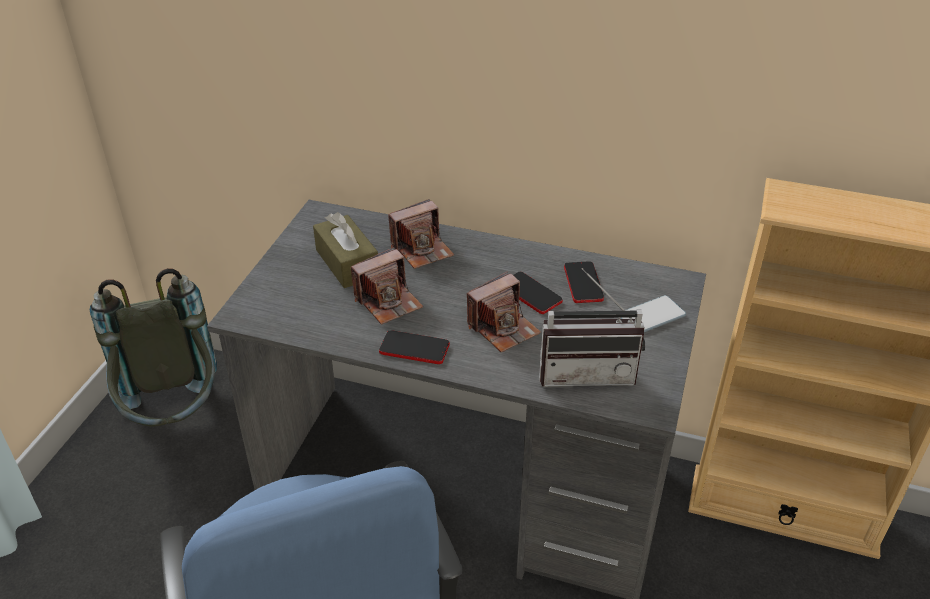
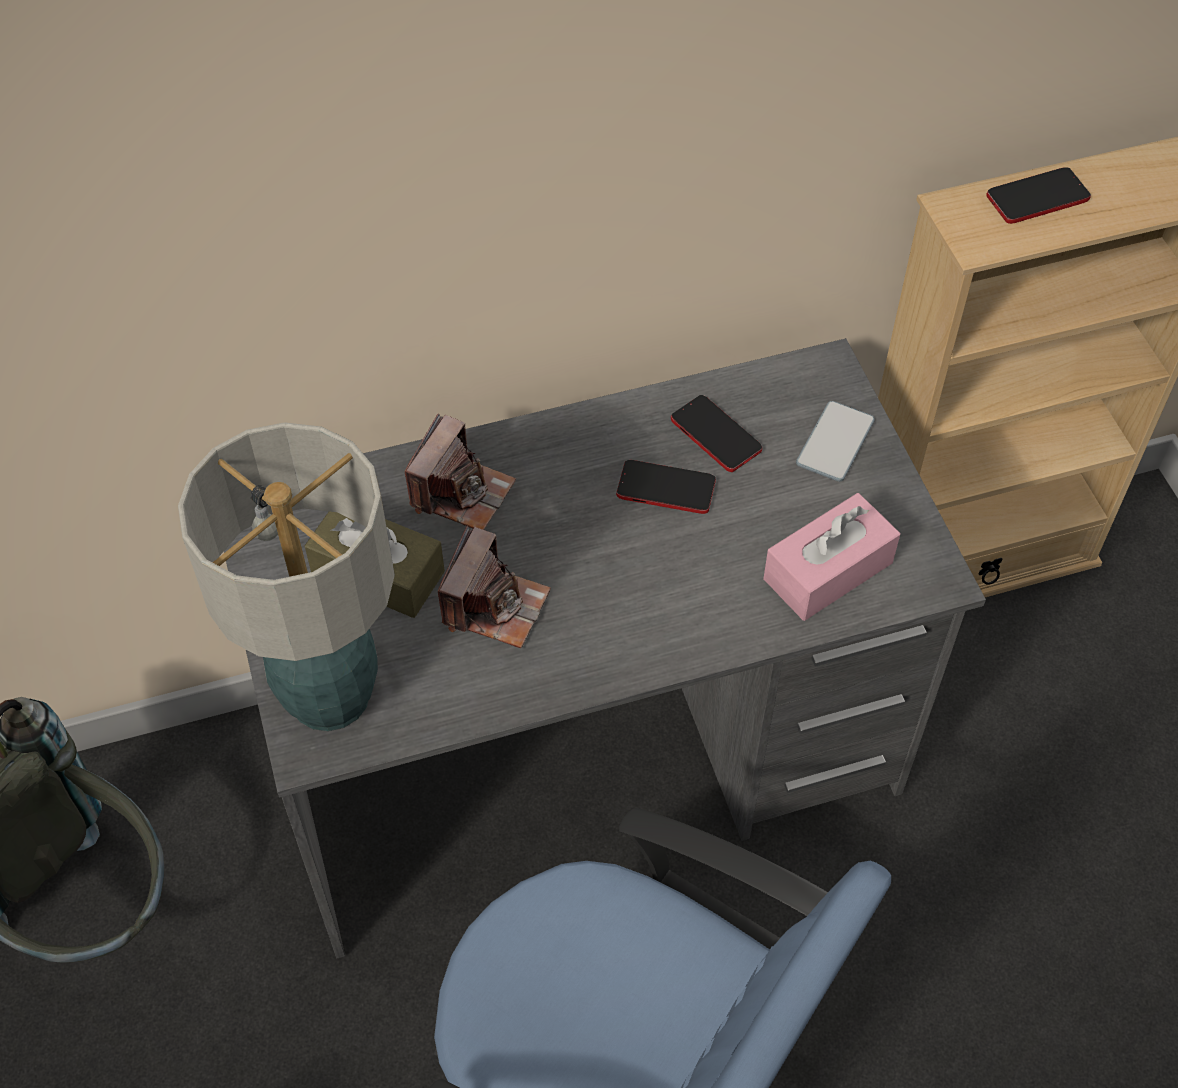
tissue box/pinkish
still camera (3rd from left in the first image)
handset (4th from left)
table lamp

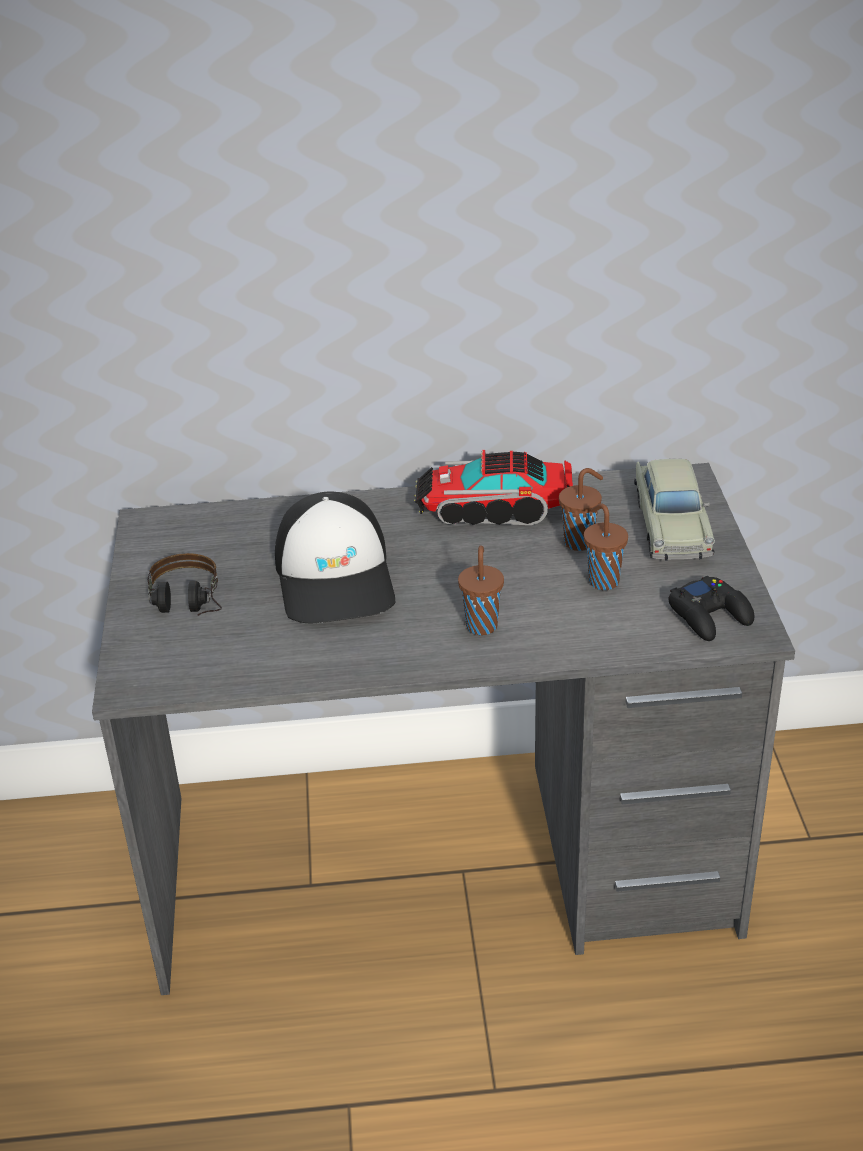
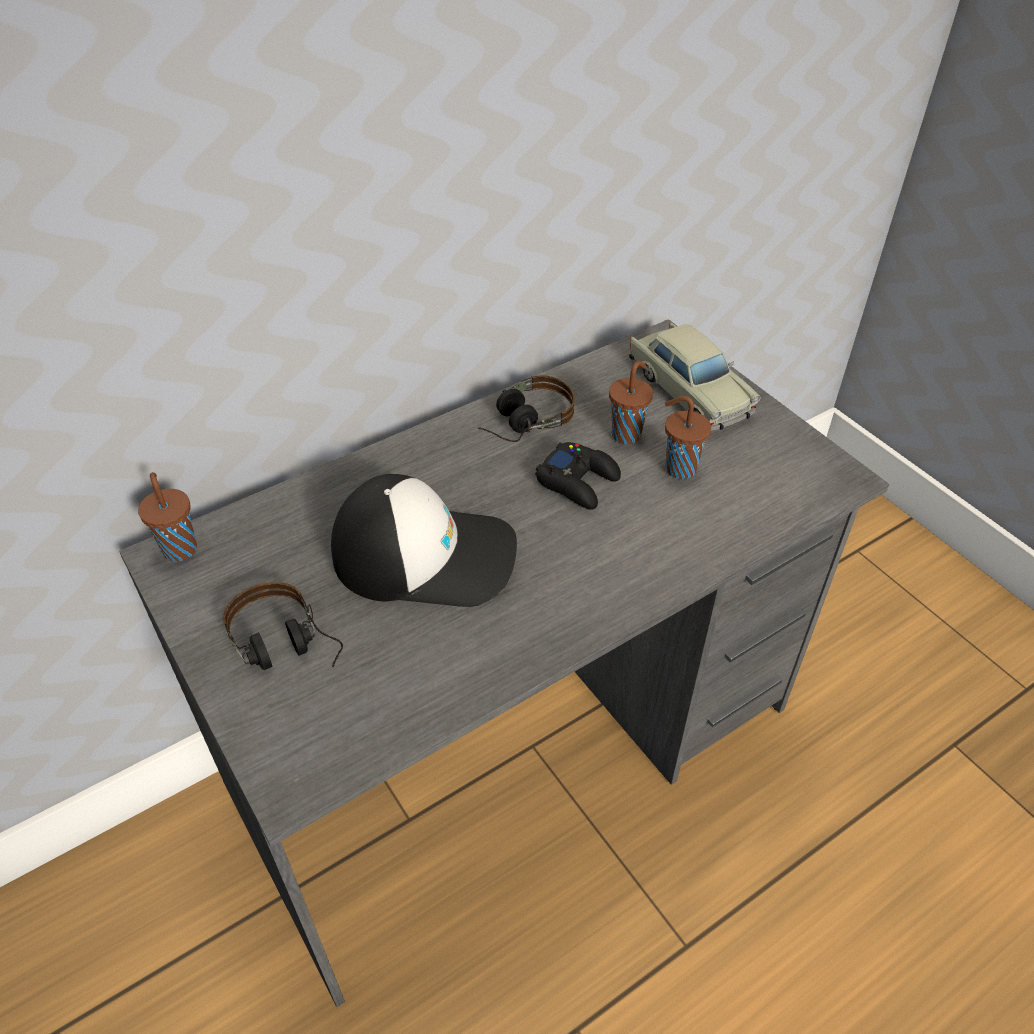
pair of headphones (2nd from left)
peaked cap
drinking cup/brown-coloured (1st from left)
gamepad/black

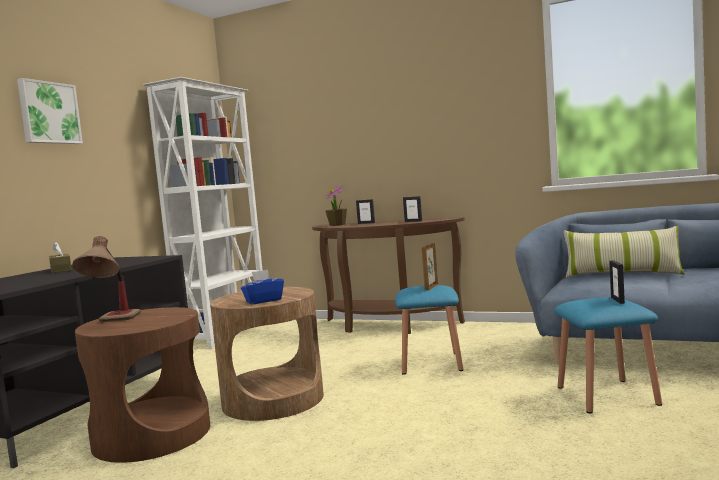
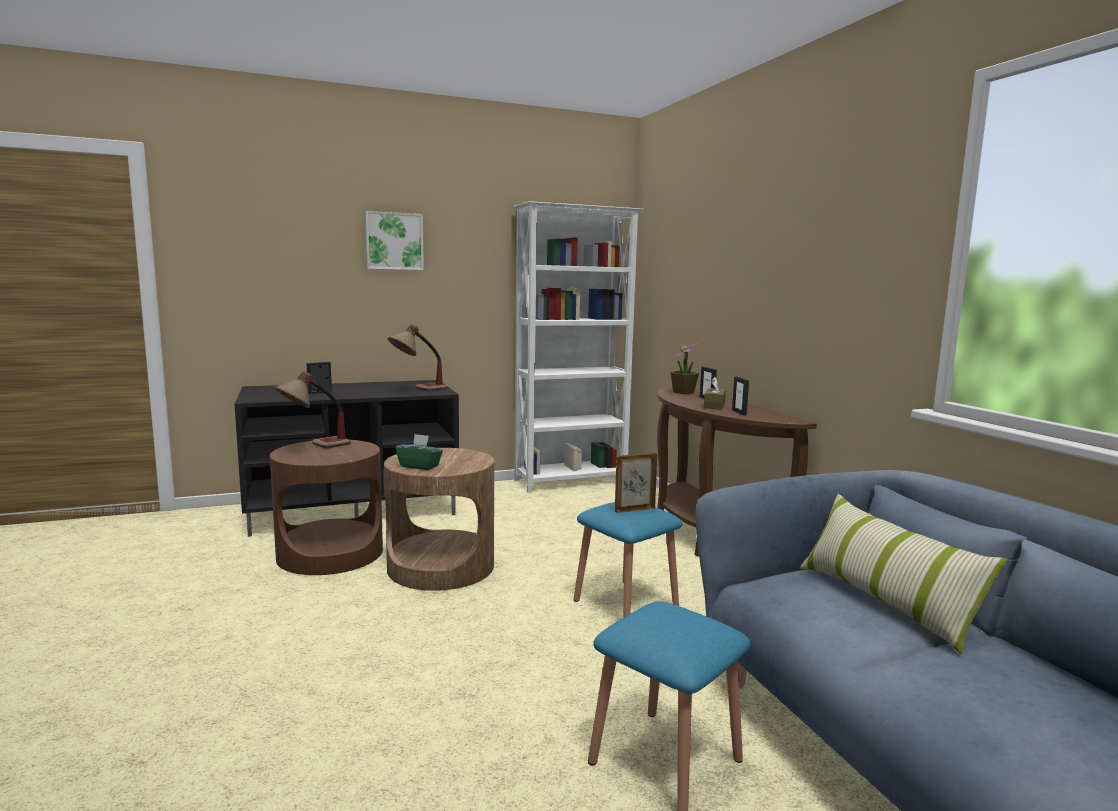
tissue box/brown-coloured
photo frame (1st from left)
tissue box/greenish
table lamp (2nd from left)

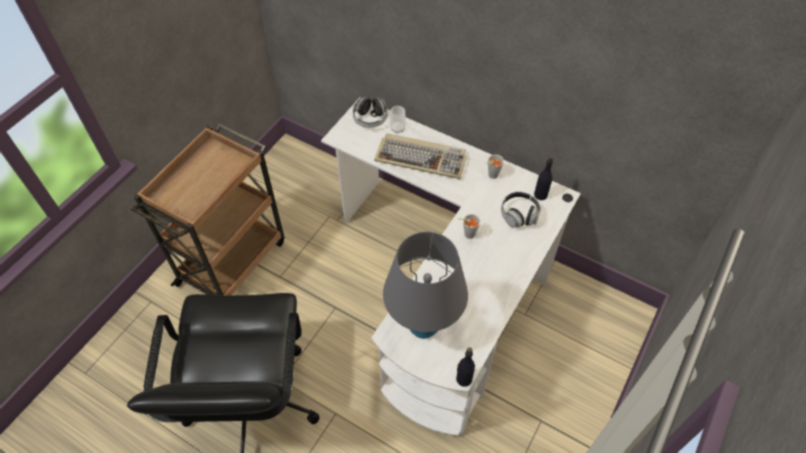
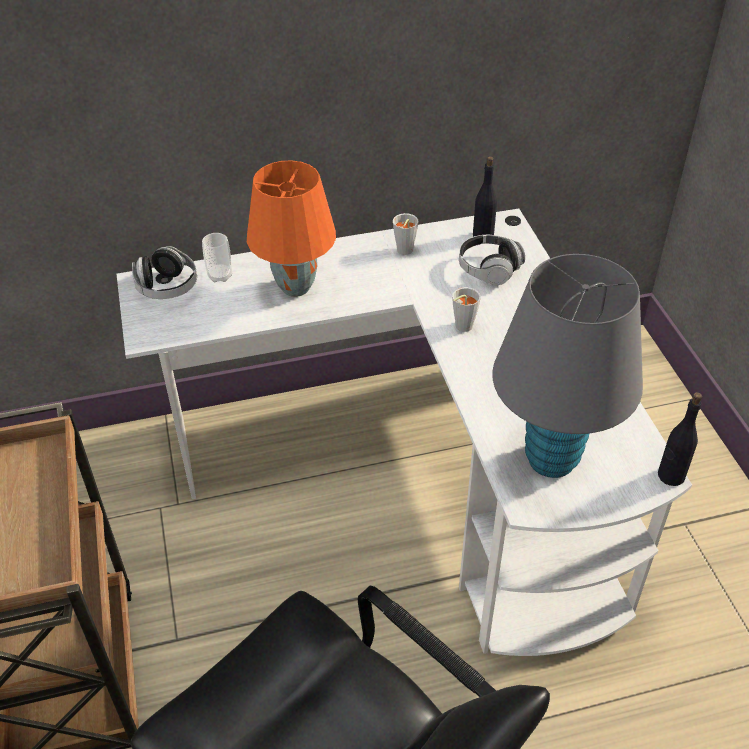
table lamp/orange

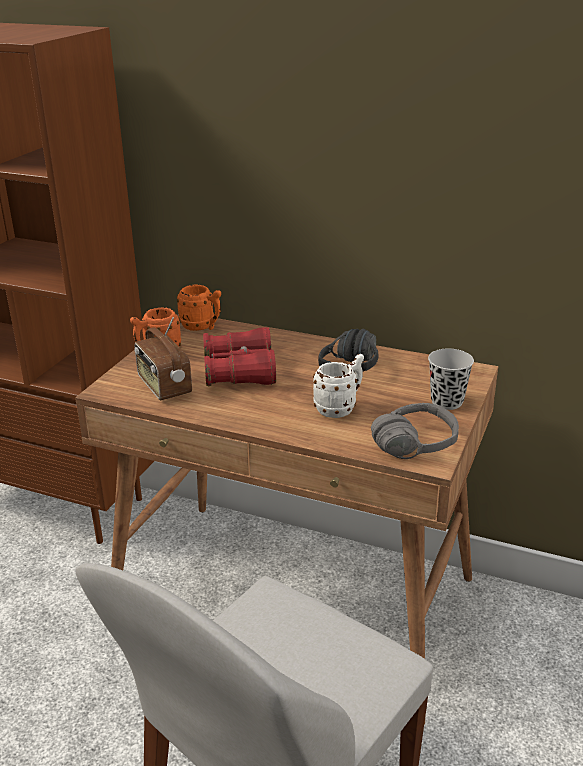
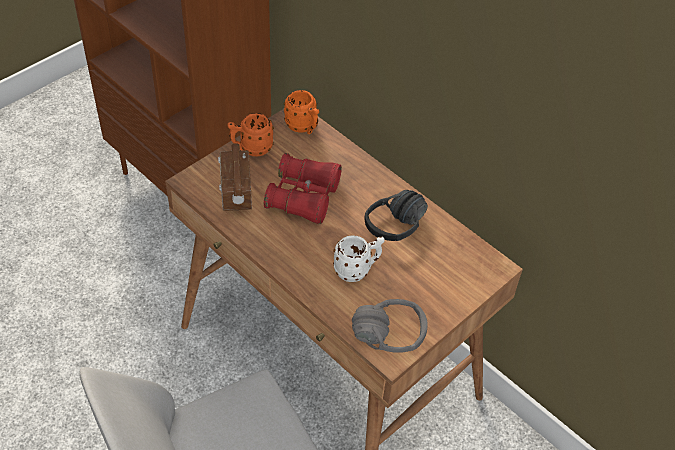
drinking cup/black

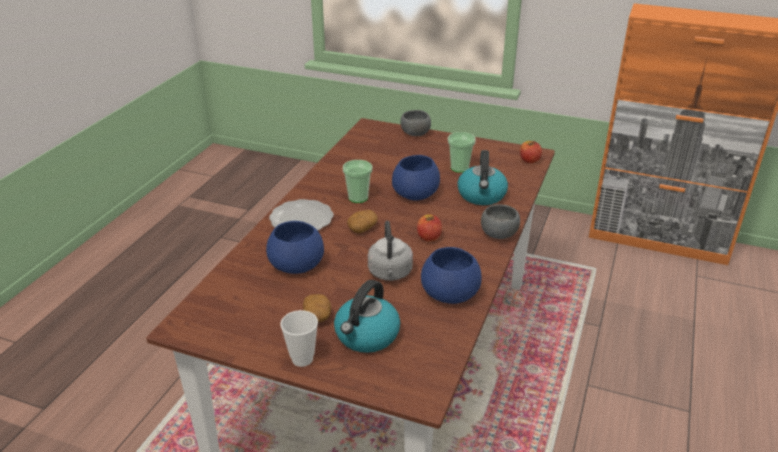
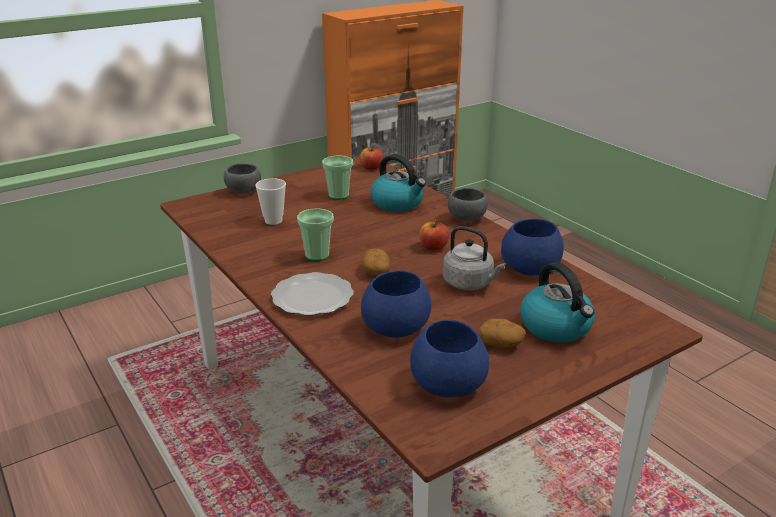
serving bowl/blue (2nd from left)
drinking cup (1st from left)

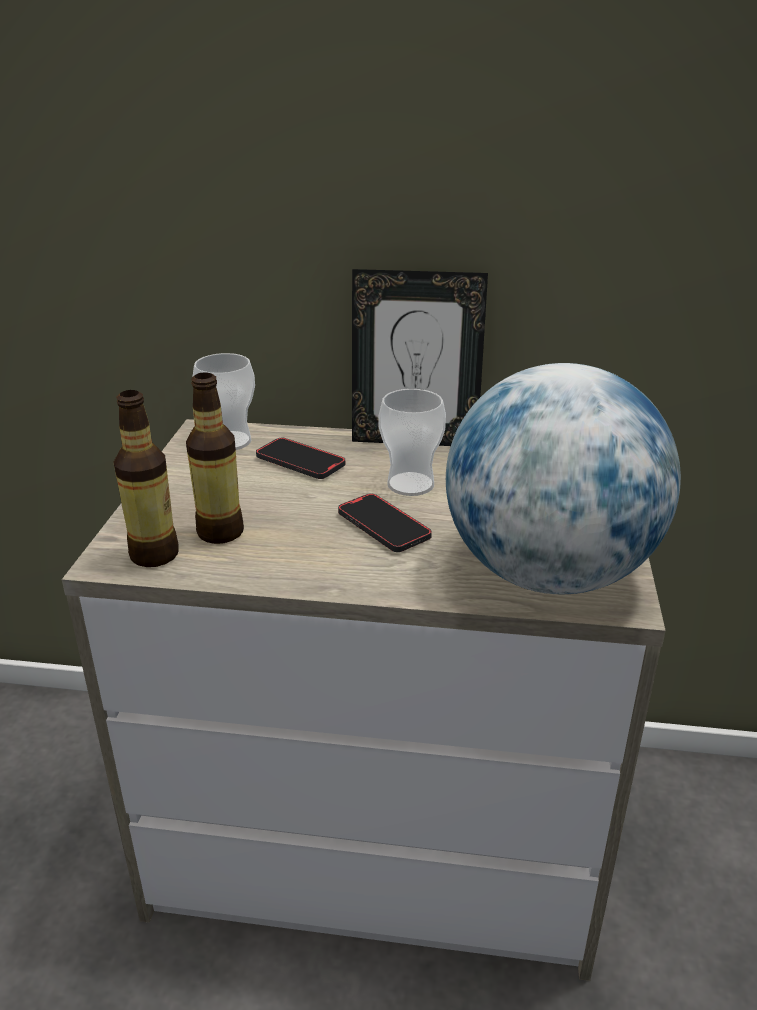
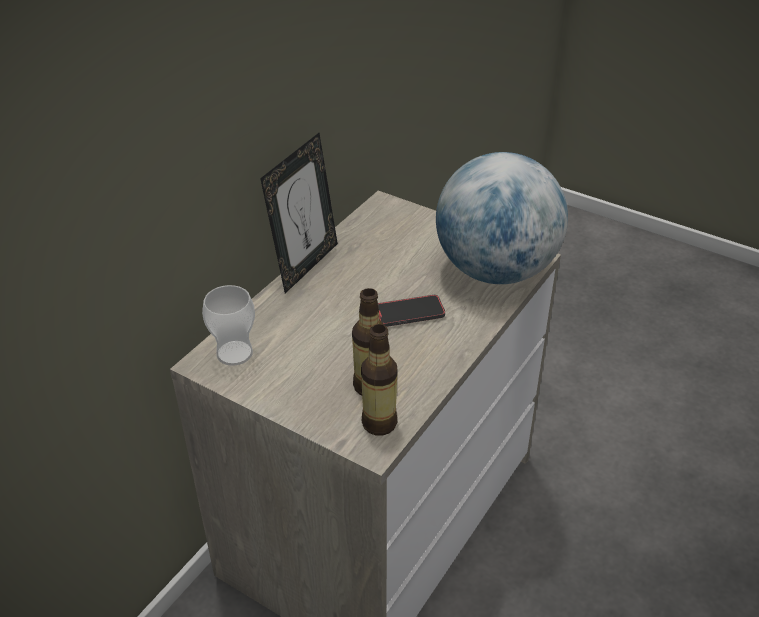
drinking cup (2nd from left in the first image)
handset (1st from left in the first image)

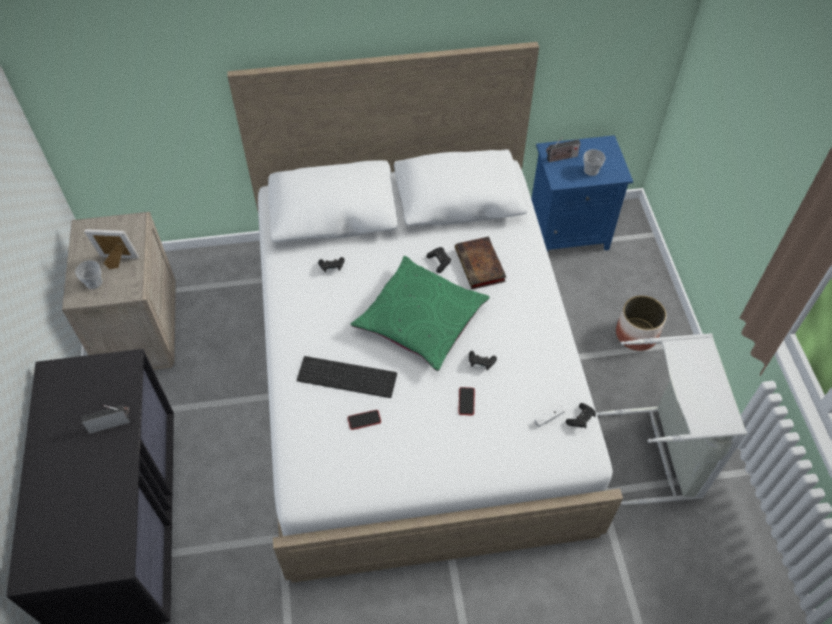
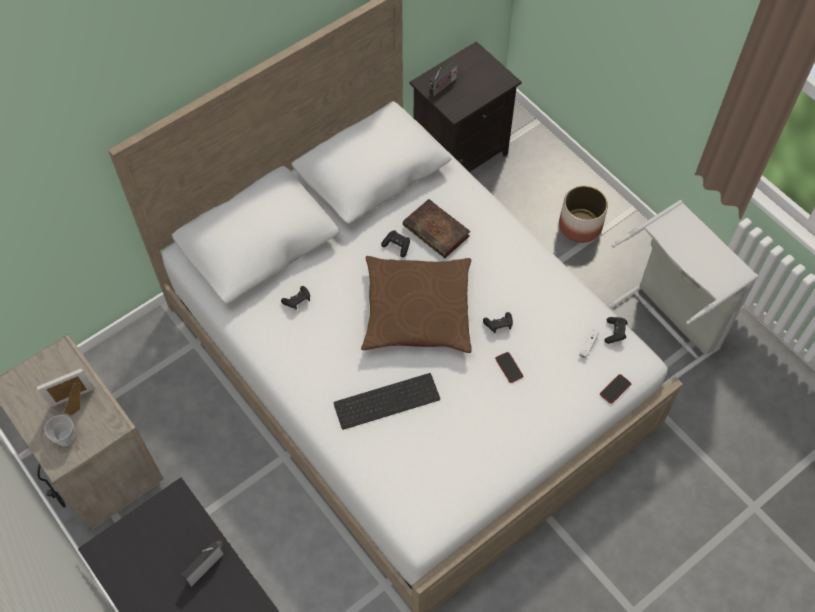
bedside table/black
drinking cup (2nd from left in the first image)
cushion/brown-coloured
handset (2nd from left)

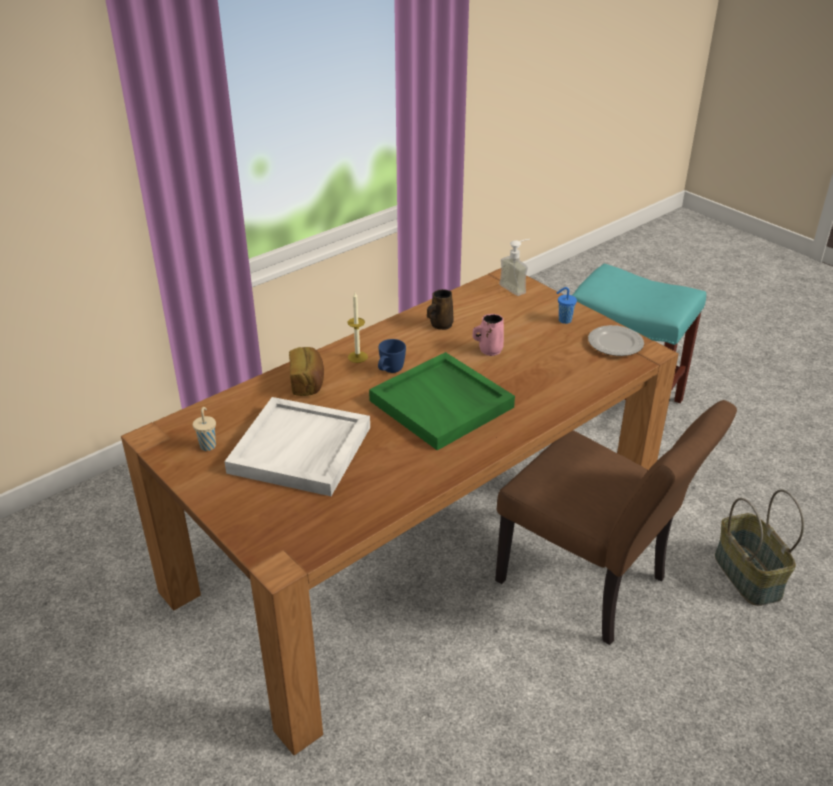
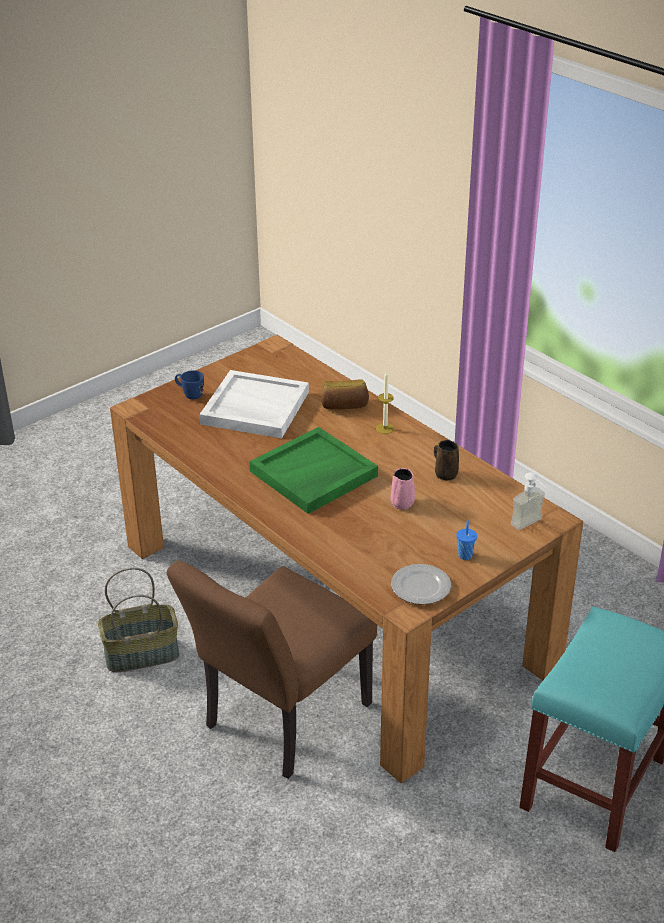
coffee mug/blue
drinking cup/beige
basket

